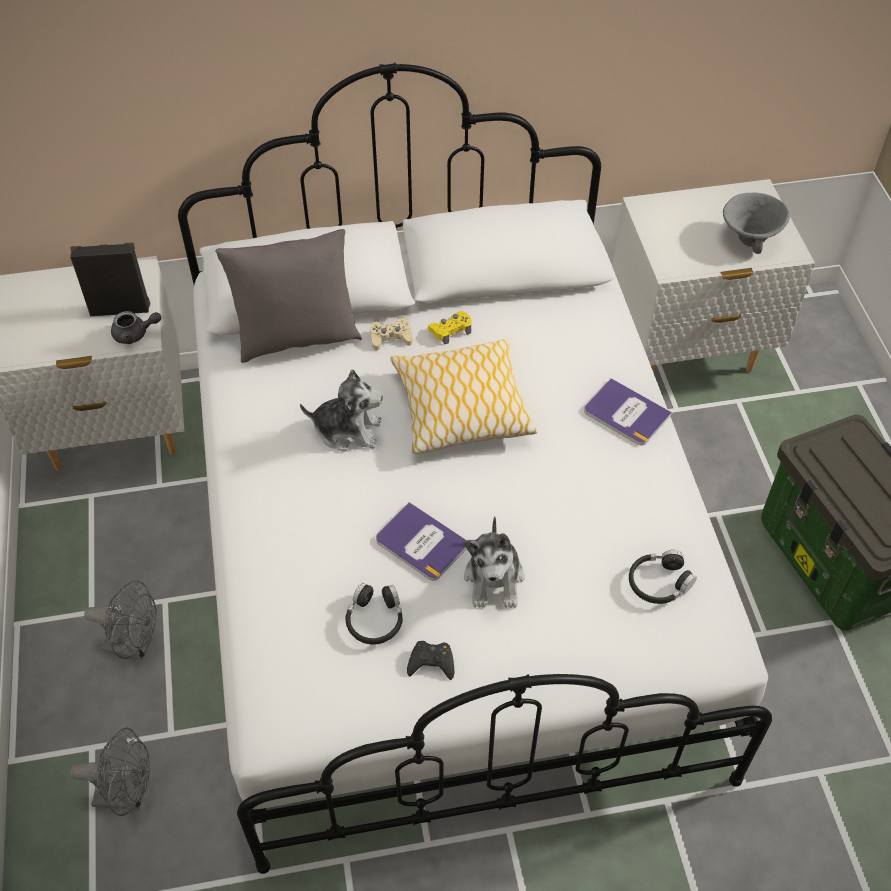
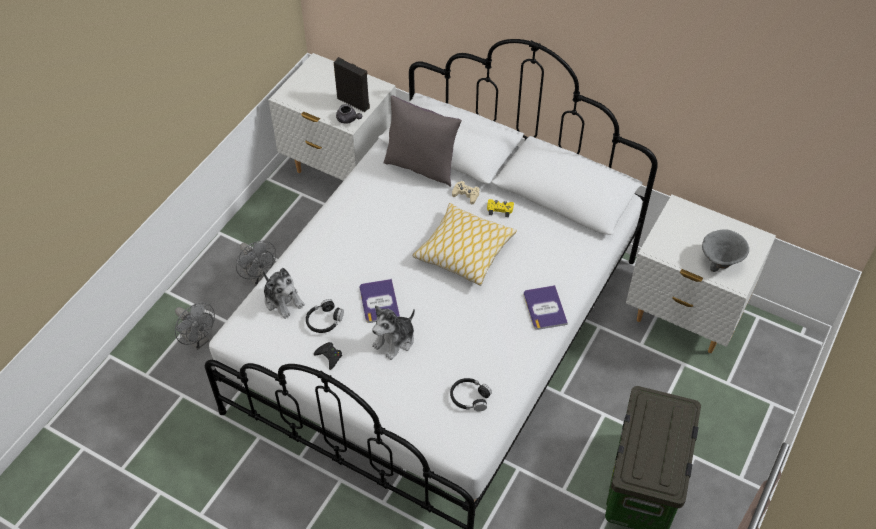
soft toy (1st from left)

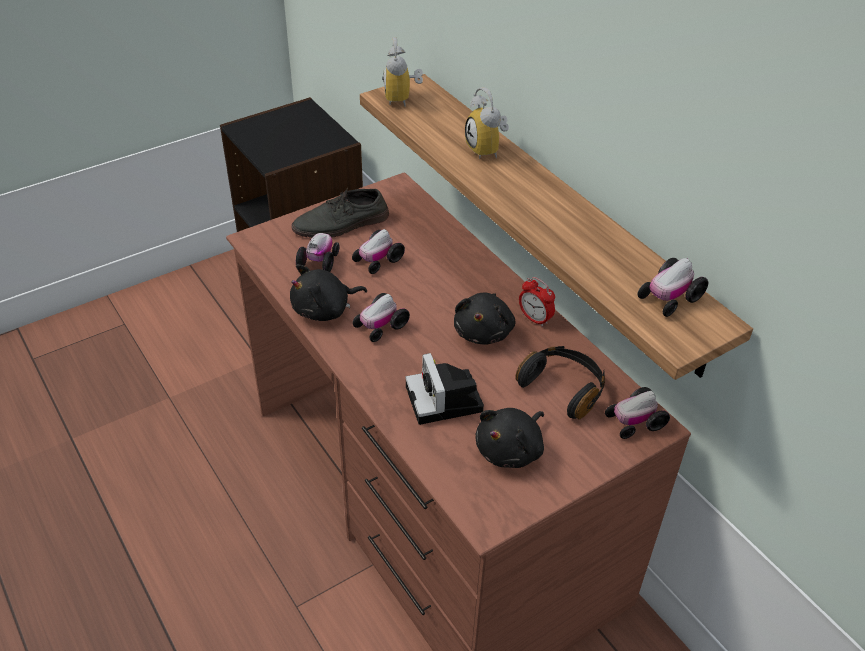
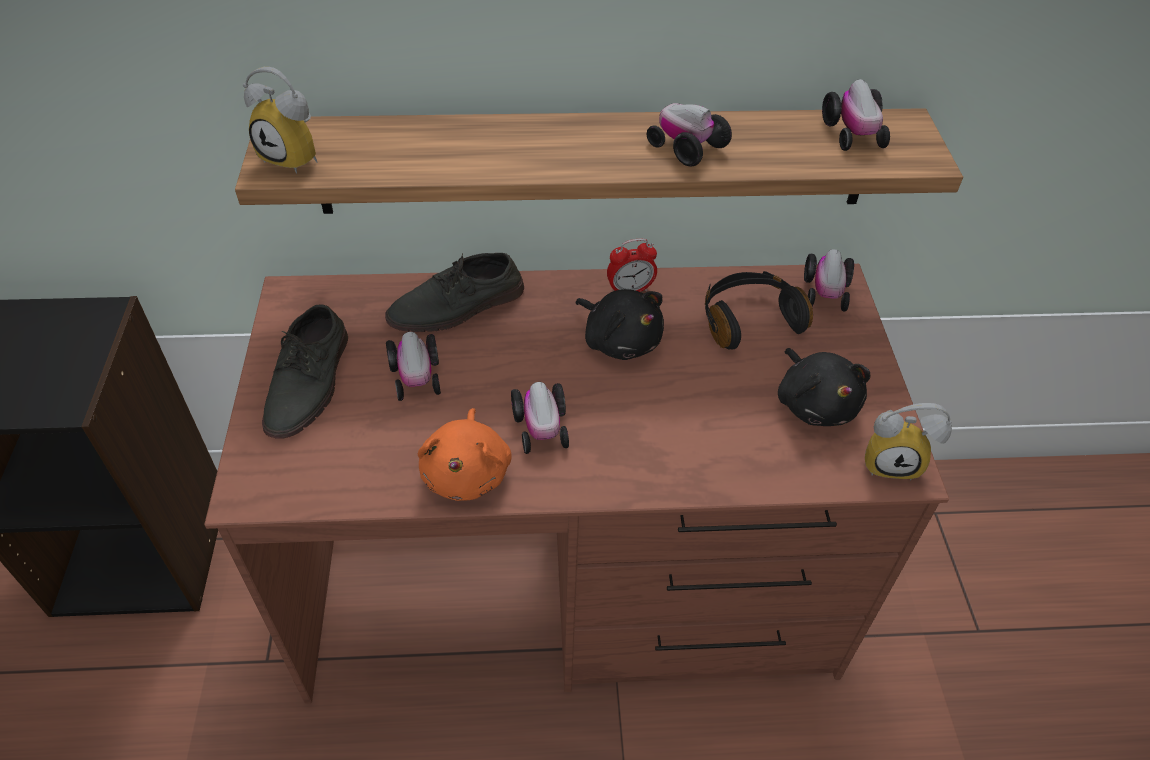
bedside clock (3rd from left)
model car (3rd from left)
soft toy/orange
still camera
shoe/gray (2nd from left)

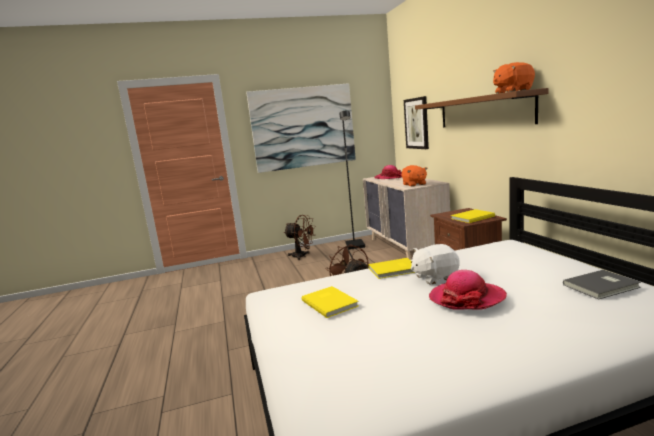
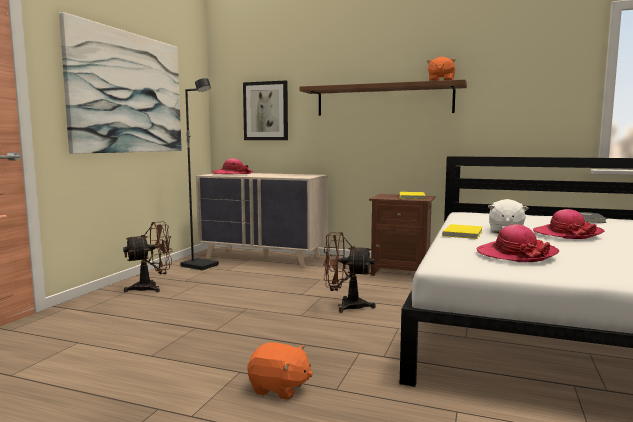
soft toy/orange (1st from left)
hat (2nd from left)

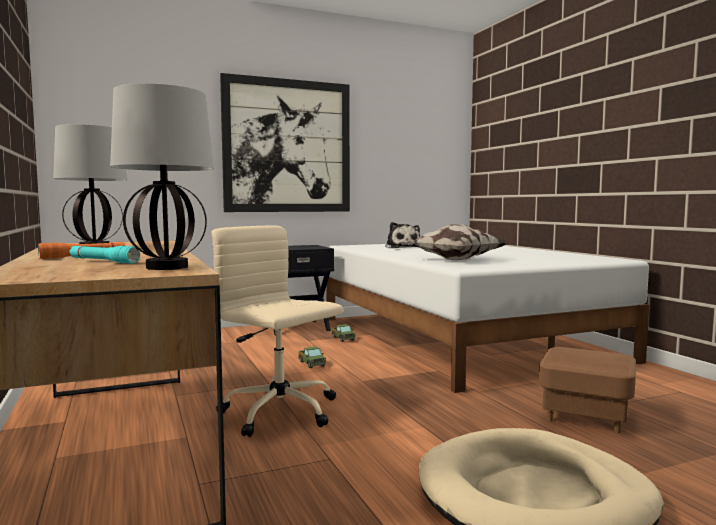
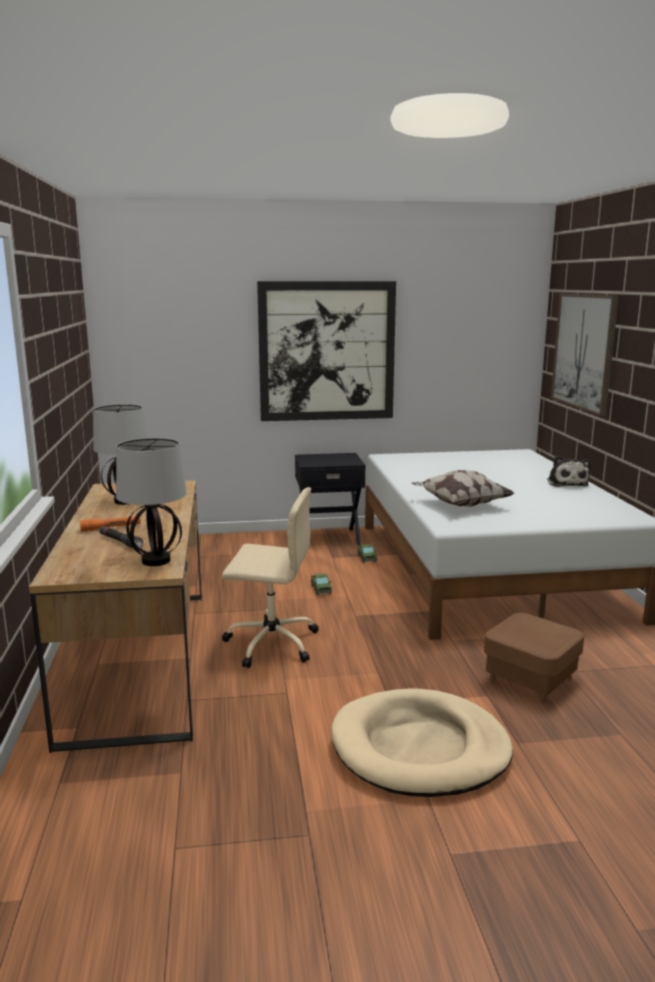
soft toy
computer chair/beige
torch/black
wall picture (2nd from left)

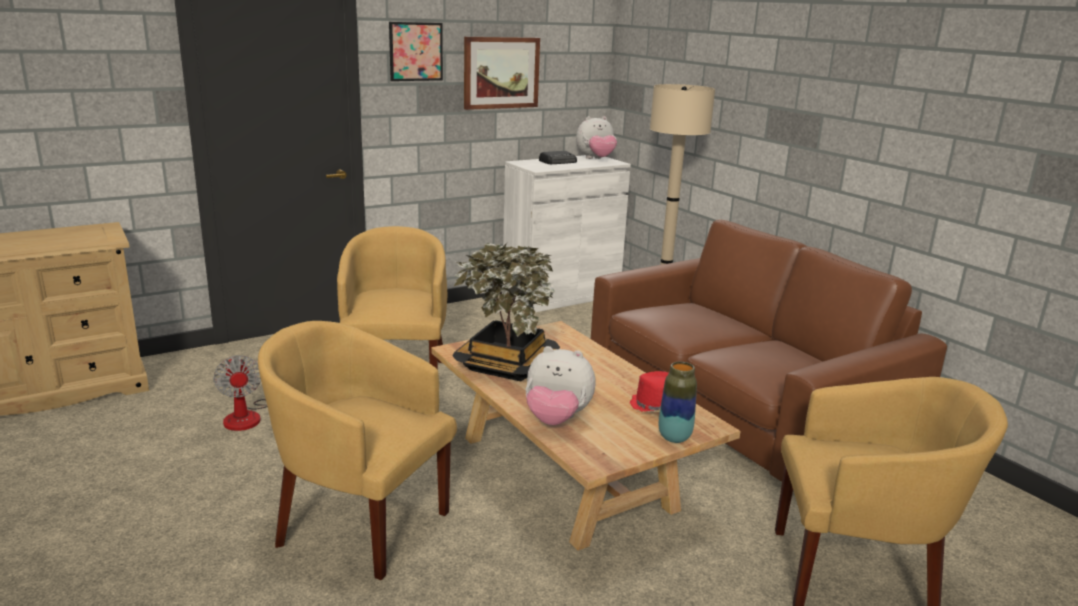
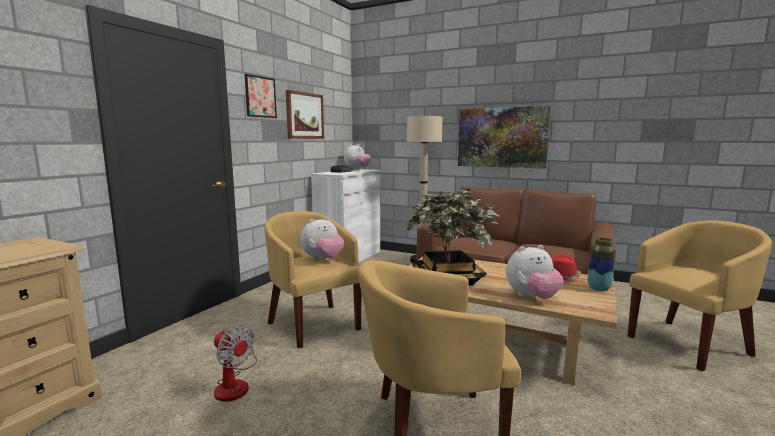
wall picture (3rd from left)
soft toy (1st from left)

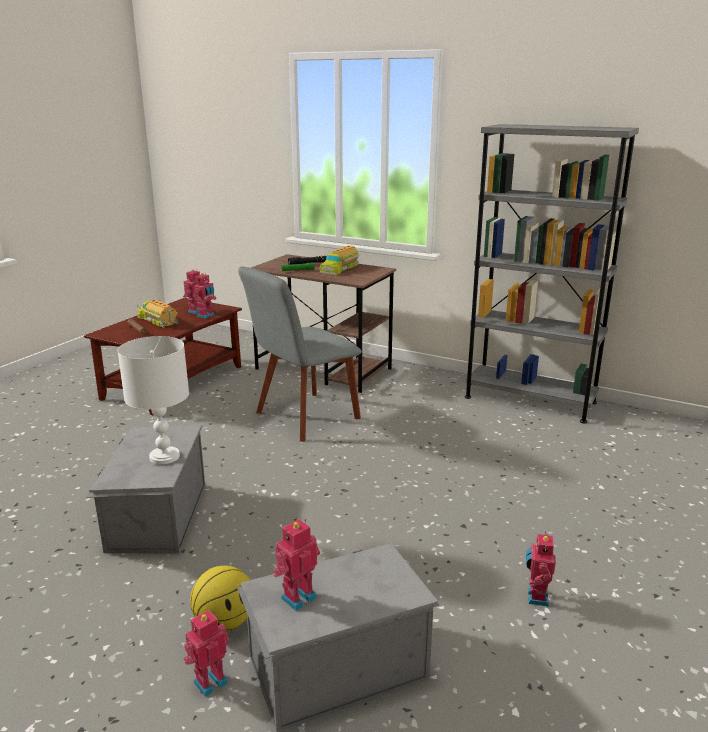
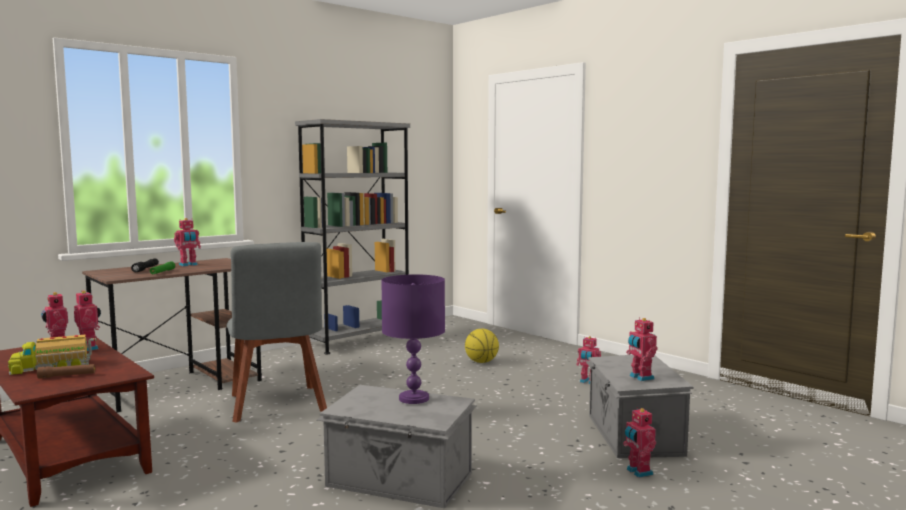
robot figure (3rd from left)
table lamp/purple
basketball

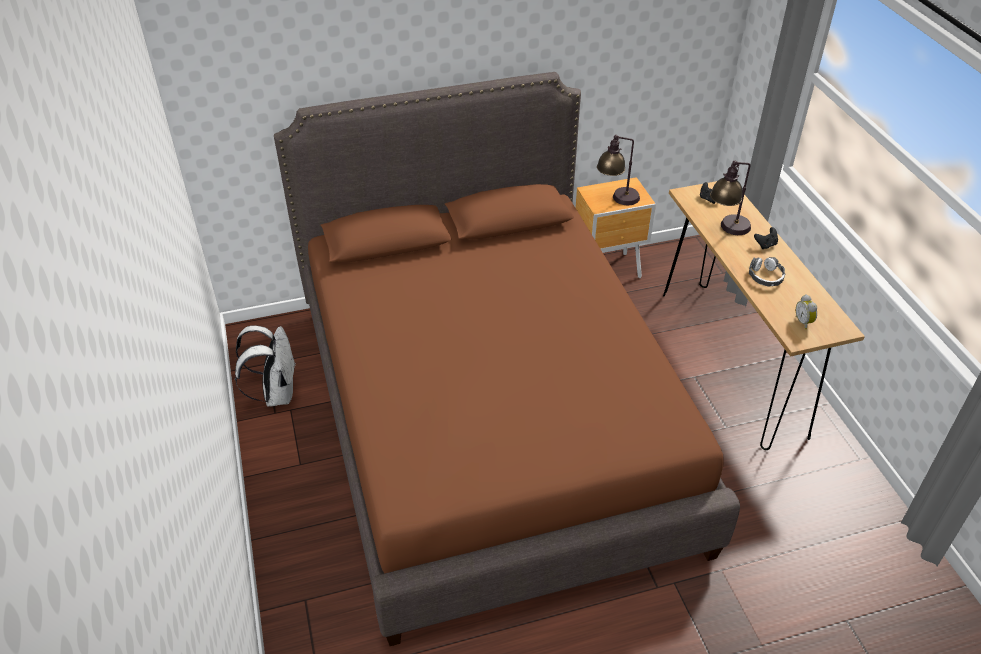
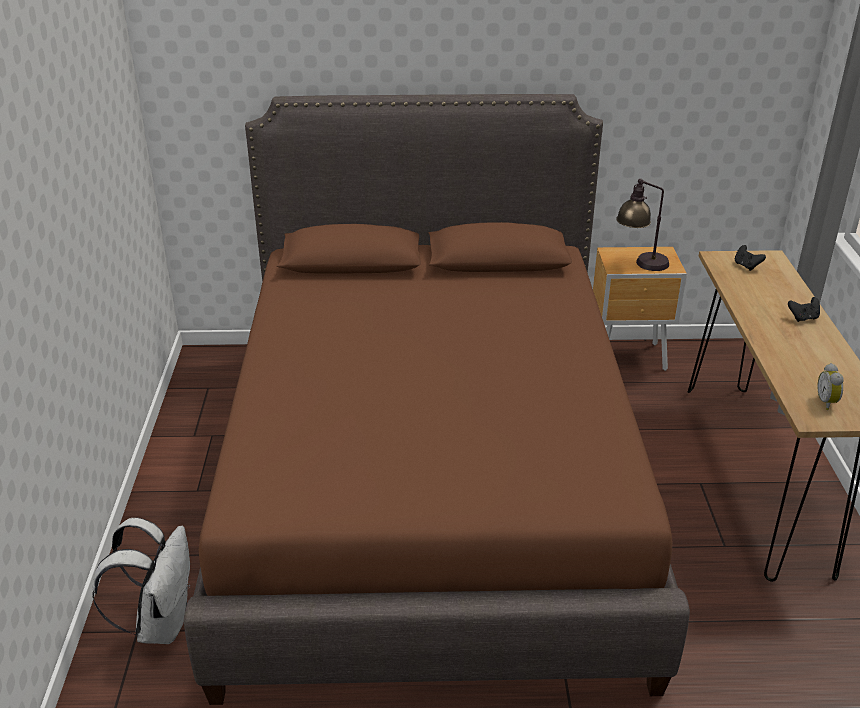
table lamp (2nd from left in the first image)
pair of headphones
backpack/white

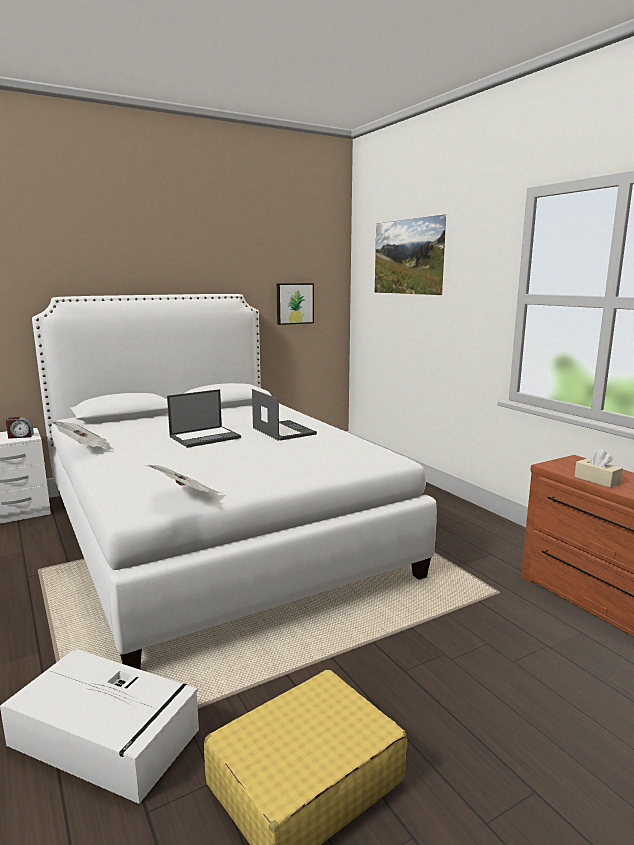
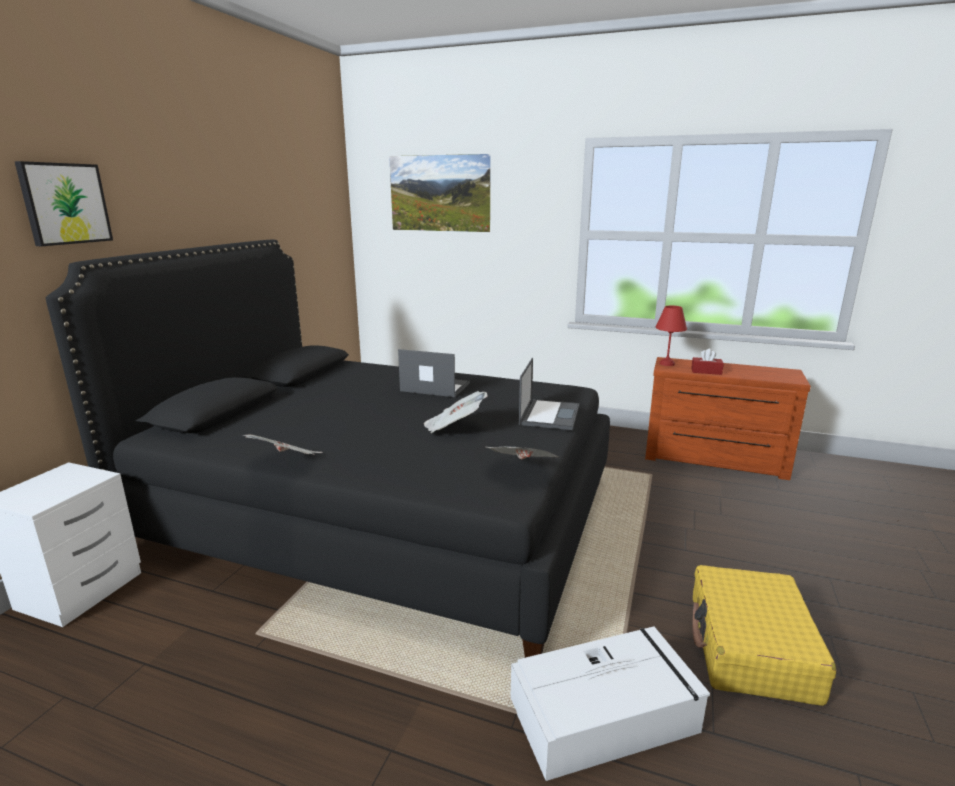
wall picture (1st from left)
sleeping bed/black
portable computer (2nd from left)
bedside clock
tissue box/red
table lamp/red
daily paper (2nd from left)

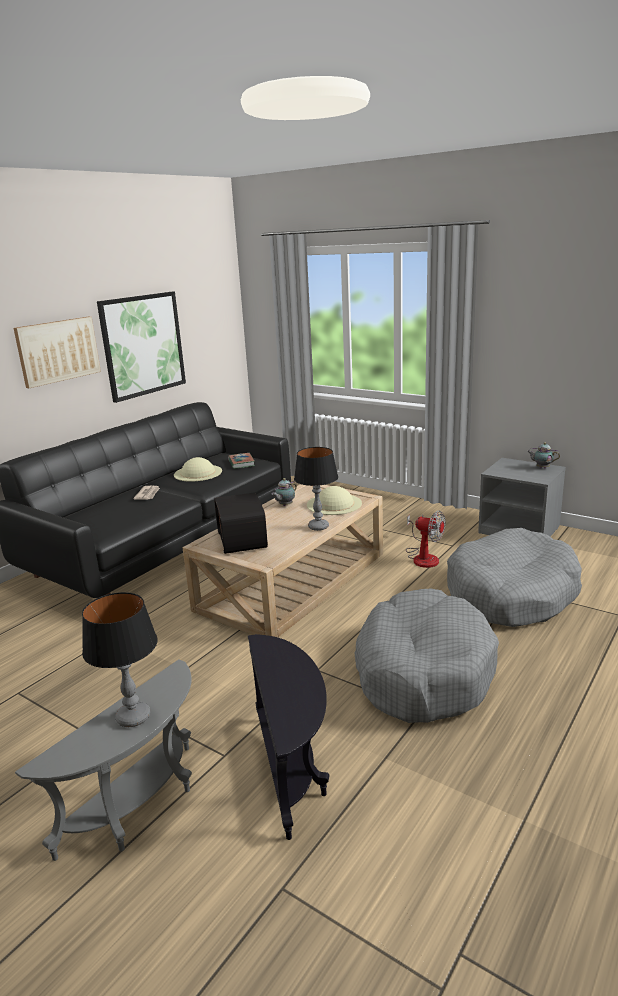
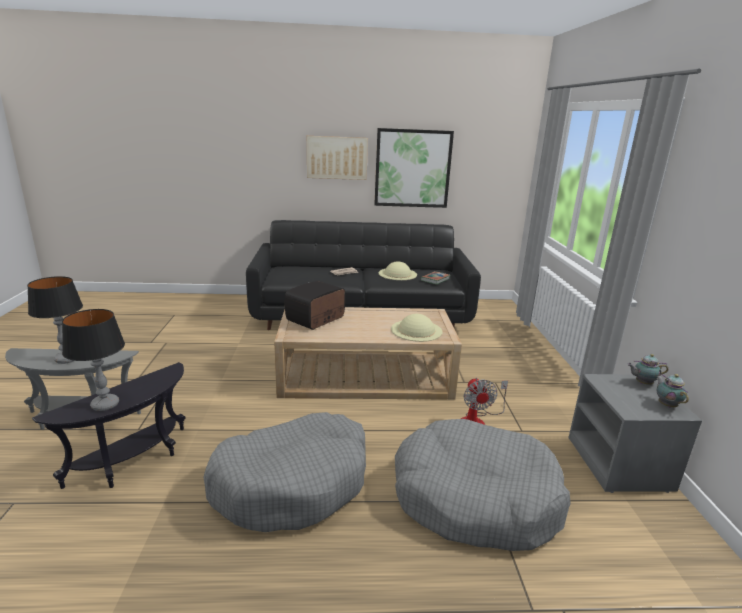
table lamp (2nd from left)
pot for tea (1st from left)

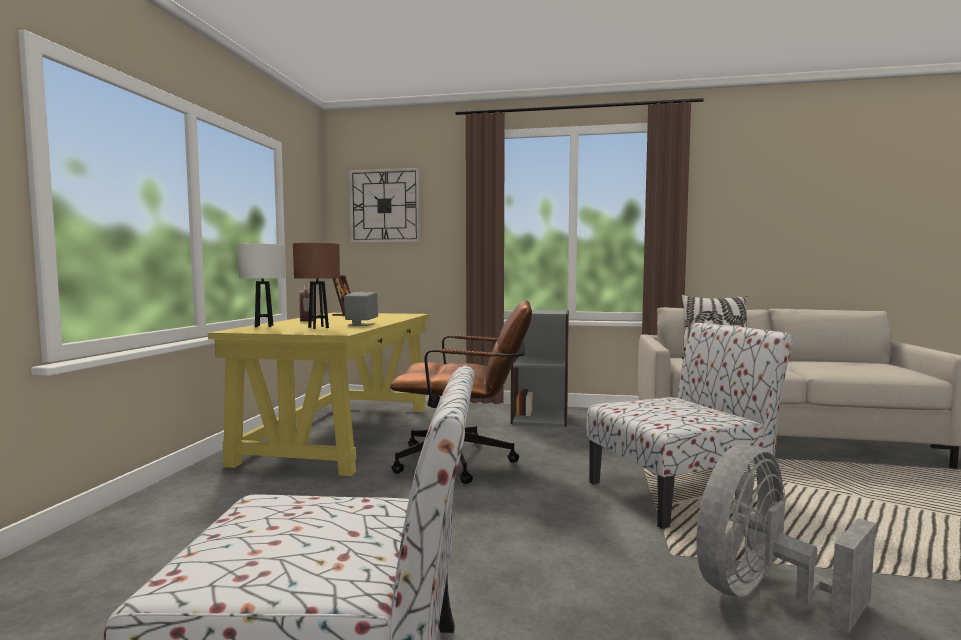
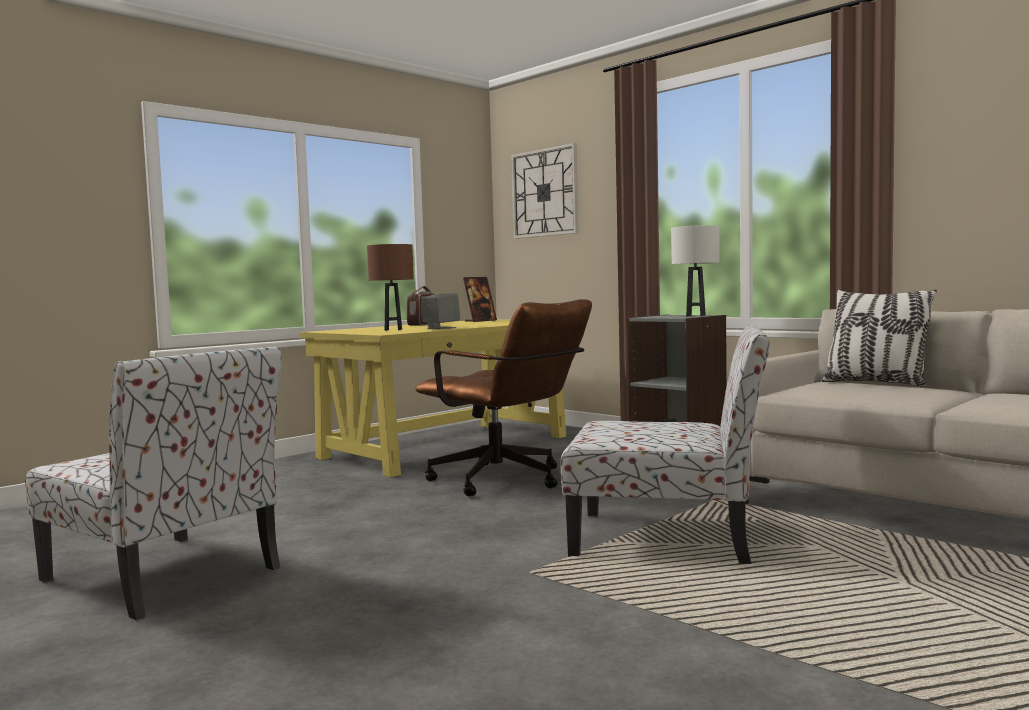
table lamp/white
fan/gray

